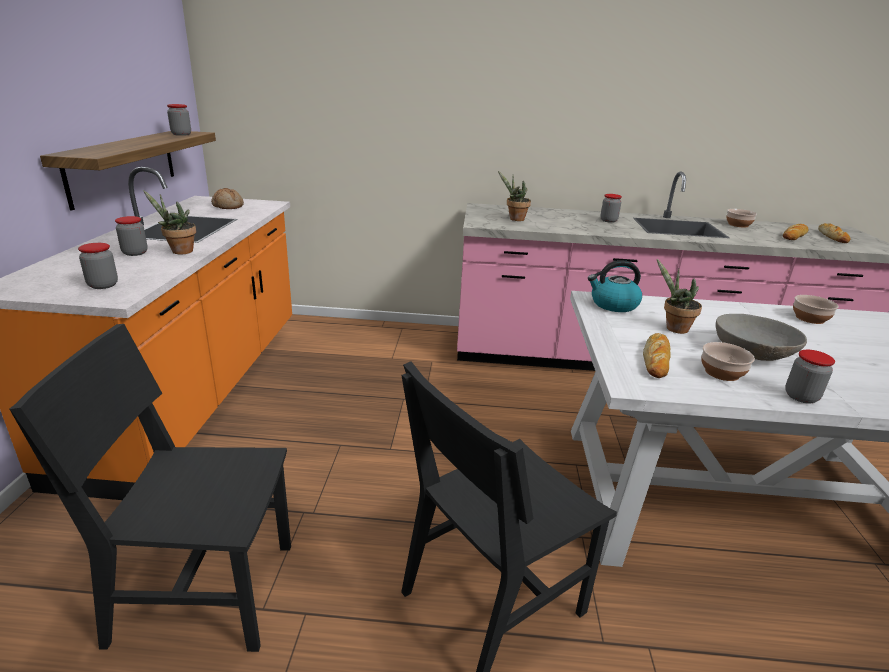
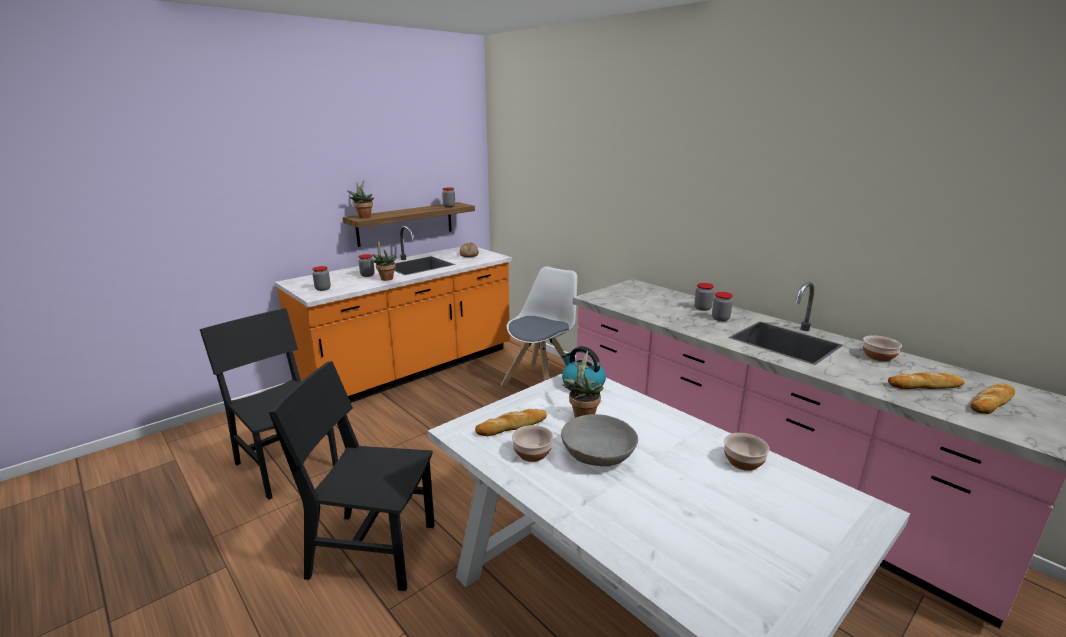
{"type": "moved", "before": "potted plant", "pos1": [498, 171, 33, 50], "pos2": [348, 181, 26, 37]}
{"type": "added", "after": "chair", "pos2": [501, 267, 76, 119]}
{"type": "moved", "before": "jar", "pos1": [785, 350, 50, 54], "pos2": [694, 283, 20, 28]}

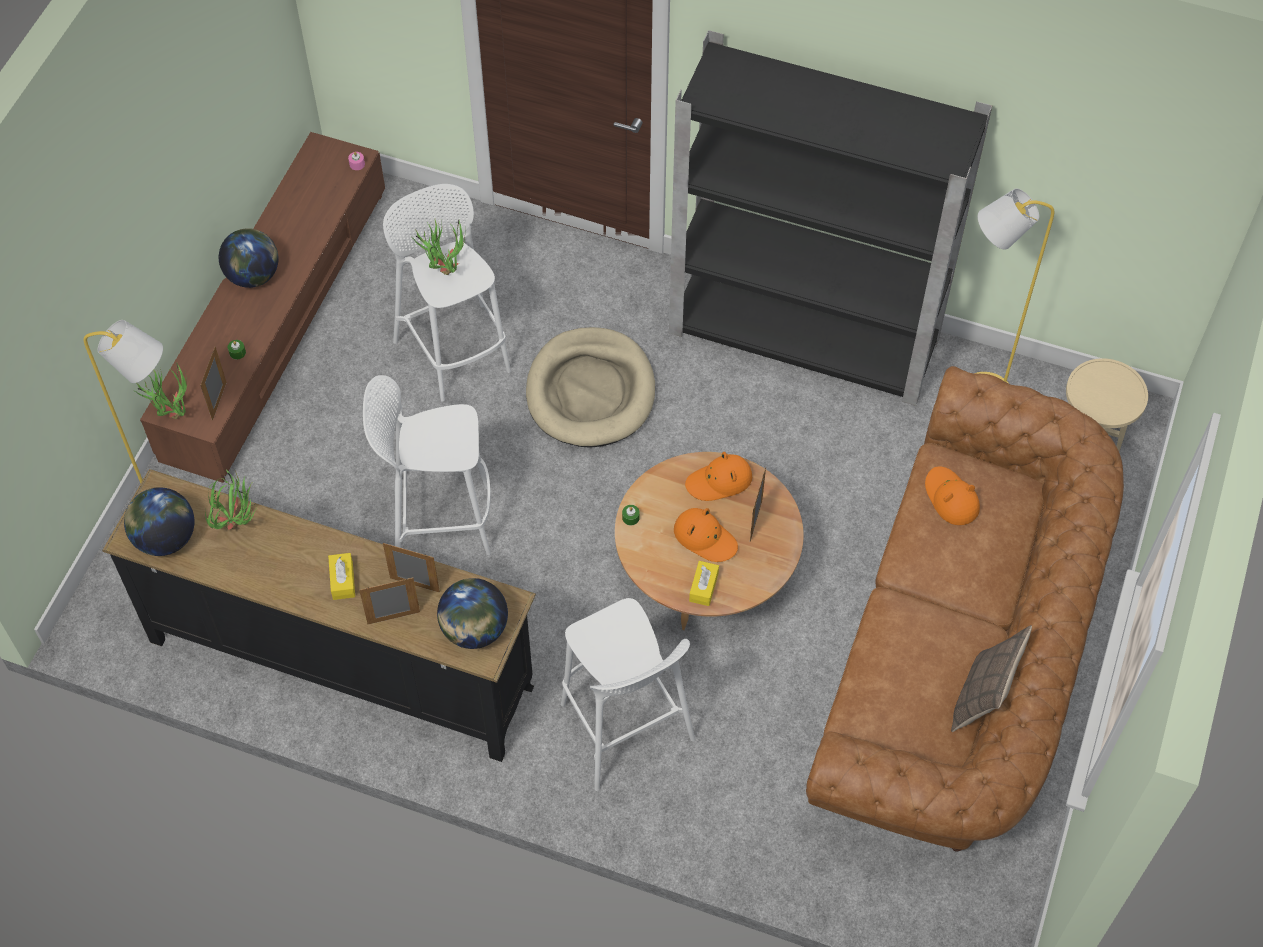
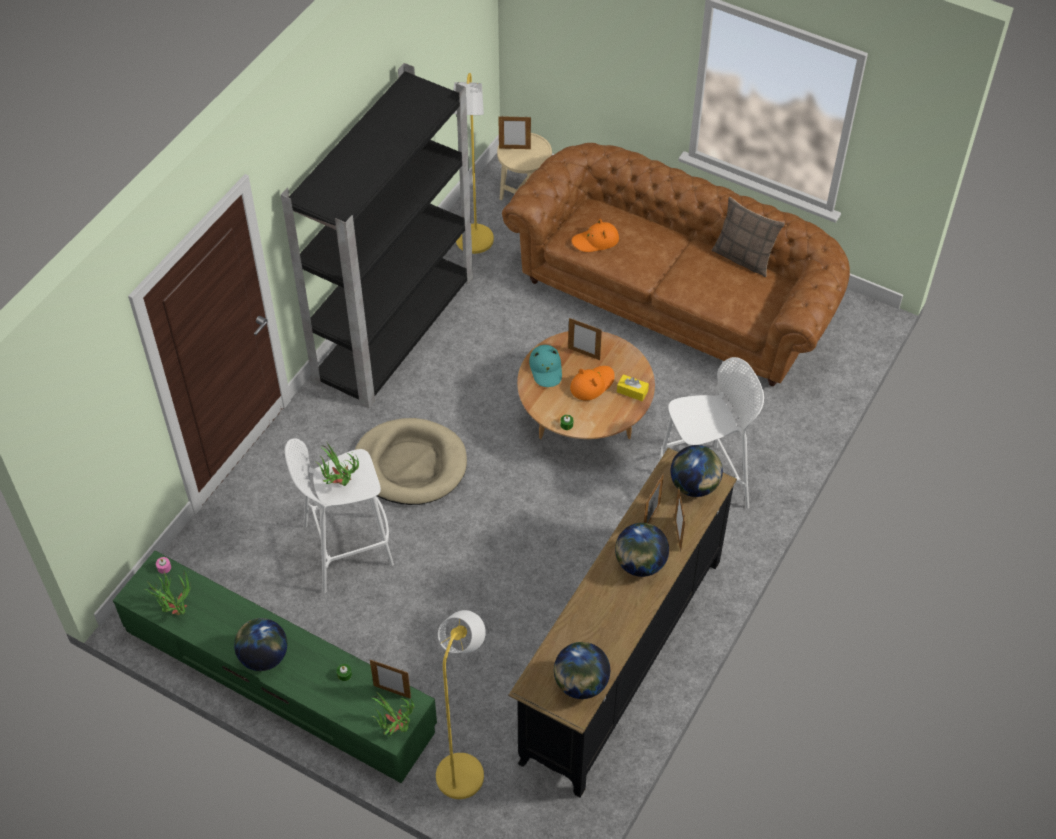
{"type": "recoloured", "before": "brown tv stand", "after": "green tv stand", "pos1": [140, 132, 245, 351], "pos2": [113, 551, 324, 232]}
{"type": "moved", "before": "potted plant", "pos1": [205, 470, 52, 60], "pos2": [145, 570, 46, 45]}
{"type": "added", "after": "picture frame", "pos2": [498, 116, 33, 33]}
{"type": "recoloured", "before": "orange hat", "after": "turquoise hat", "pos1": [685, 452, 67, 49], "pos2": [529, 345, 33, 42]}
{"type": "replaced", "before": "yellow tissue box", "after": "globe", "pos1": [328, 553, 27, 47], "pos2": [615, 523, 54, 54]}
{"type": "removed", "before": "white stool", "pos1": [363, 375, 128, 180]}

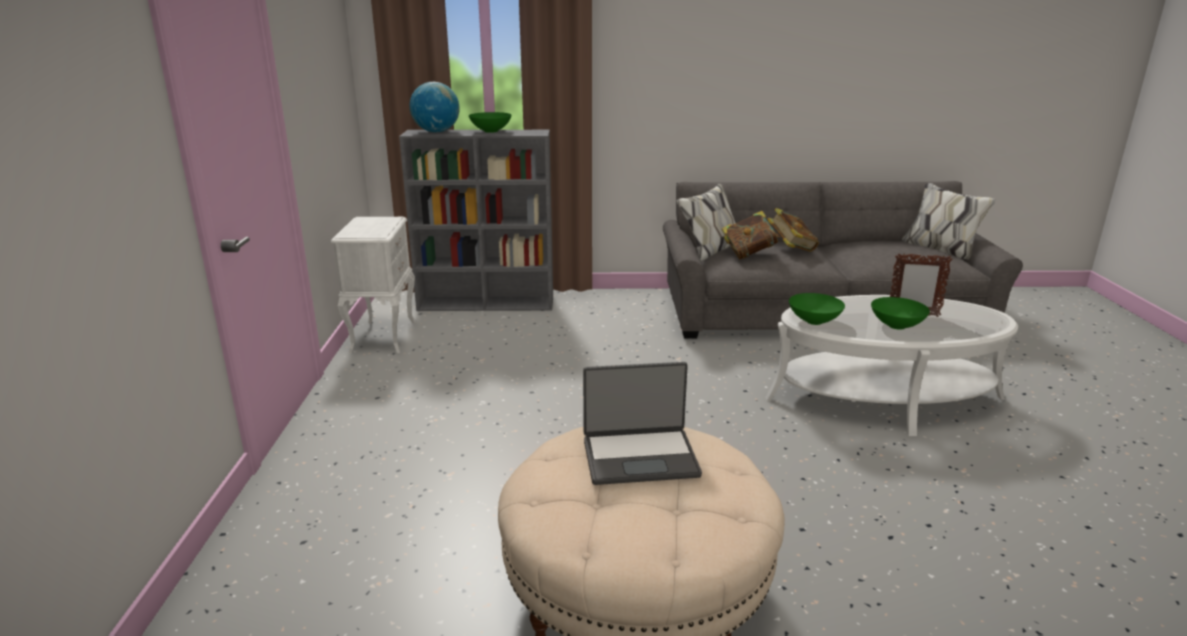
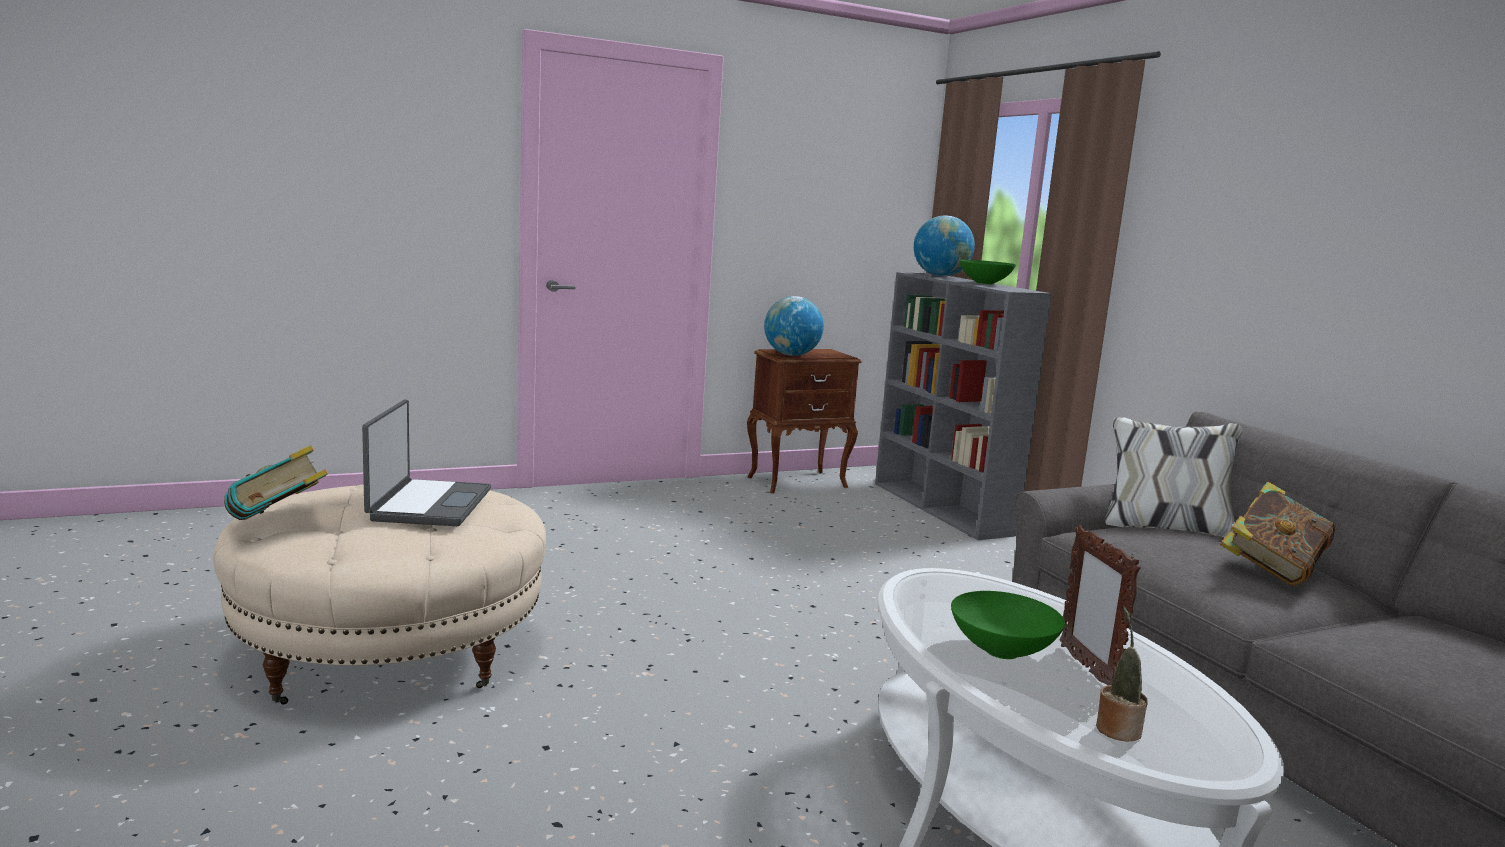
{"type": "moved", "before": "book", "pos1": [722, 211, 58, 48], "pos2": [224, 445, 104, 75]}
{"type": "turned", "before": "laptop", "pos1": [583, 362, 119, 123], "pos2": [362, 399, 129, 127], "turn": -150}
{"type": "recoloured", "before": "white nightstand", "after": "brown nightstand", "pos1": [331, 217, 85, 137], "pos2": [747, 349, 115, 145]}
{"type": "added", "after": "globe", "pos2": [764, 296, 60, 60]}
{"type": "added", "after": "potted plant", "pos2": [1096, 606, 52, 135]}
{"type": "removed", "before": "green bowl", "pos1": [789, 293, 56, 32]}

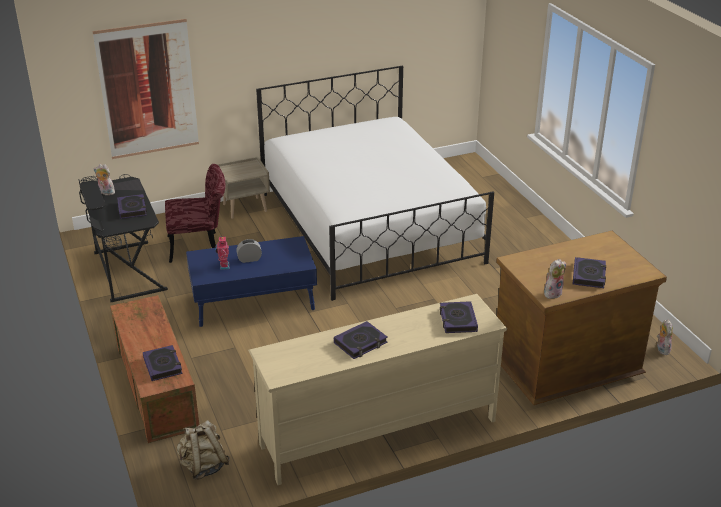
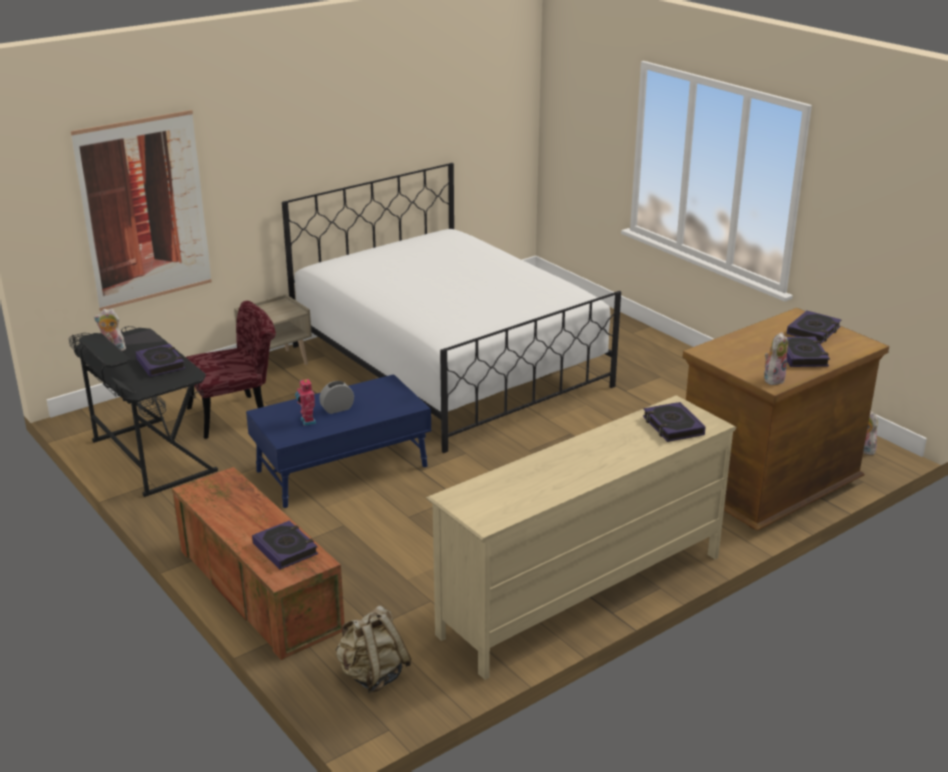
{"type": "moved", "before": "book", "pos1": [334, 321, 54, 38], "pos2": [787, 311, 54, 33]}

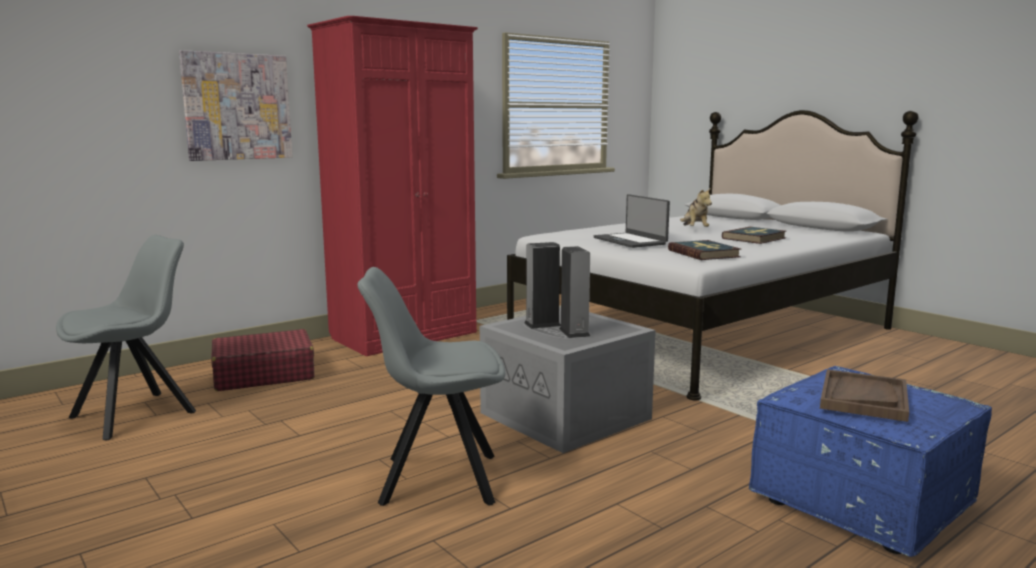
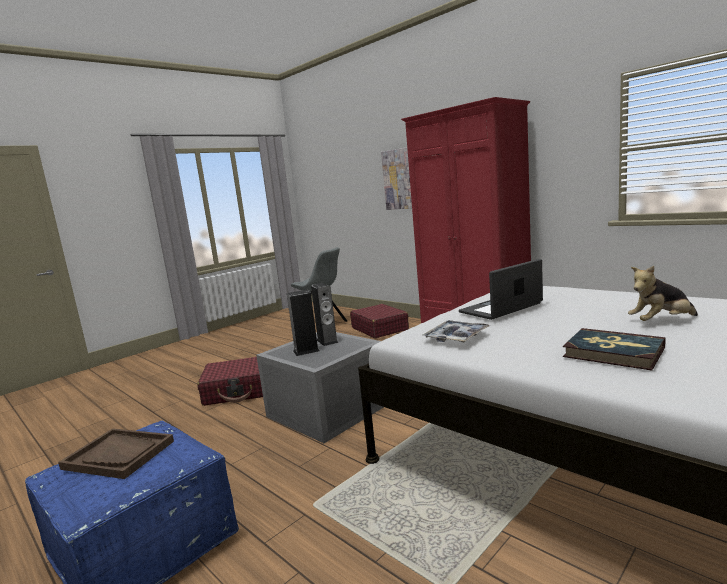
{"type": "replaced", "before": "grey chair", "after": "red suitcase", "pos1": [357, 267, 148, 239], "pos2": [197, 357, 66, 49]}
{"type": "replaced", "before": "book", "after": "tray", "pos1": [668, 240, 73, 20], "pos2": [422, 320, 68, 22]}

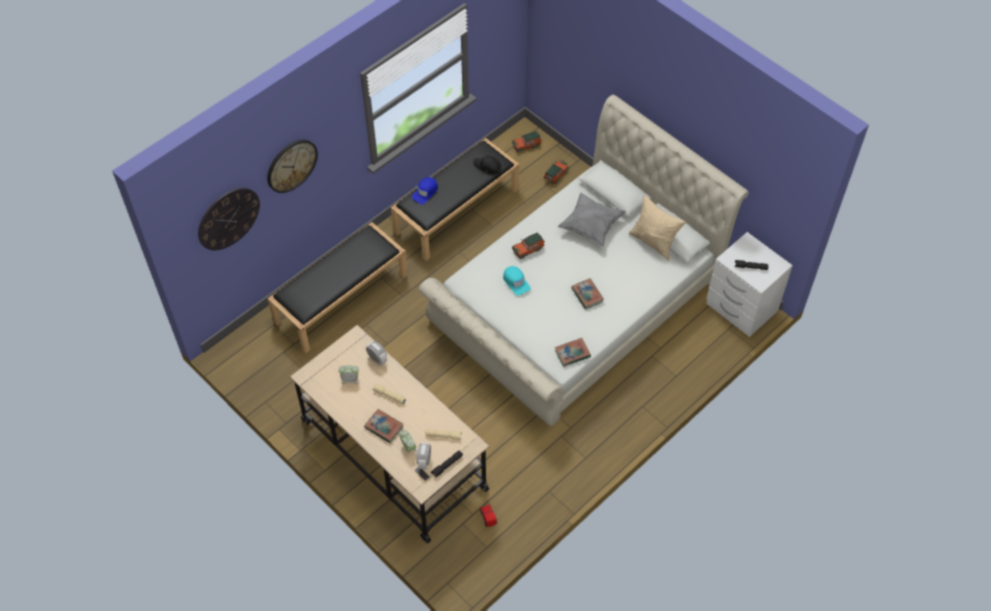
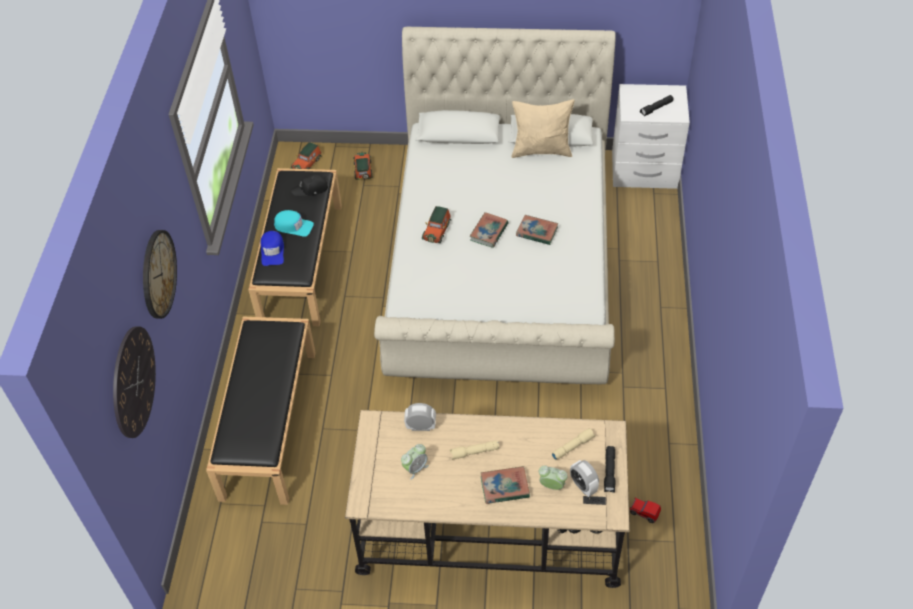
{"type": "moved", "before": "turquoise cap", "pos1": [503, 266, 28, 30], "pos2": [274, 210, 40, 27]}
{"type": "moved", "before": "book", "pos1": [555, 338, 36, 29], "pos2": [470, 212, 39, 36]}
{"type": "removed", "before": "grey pillow", "pos1": [558, 193, 68, 54]}

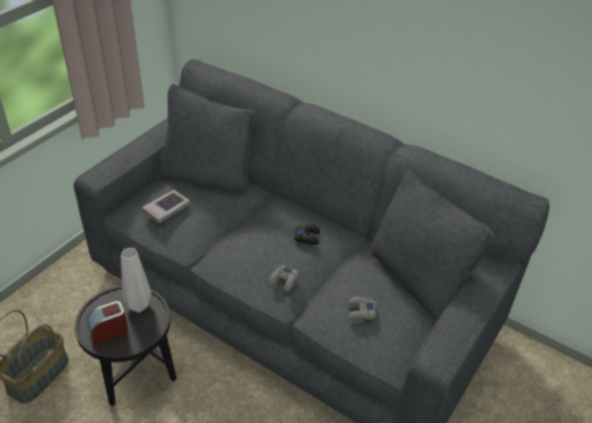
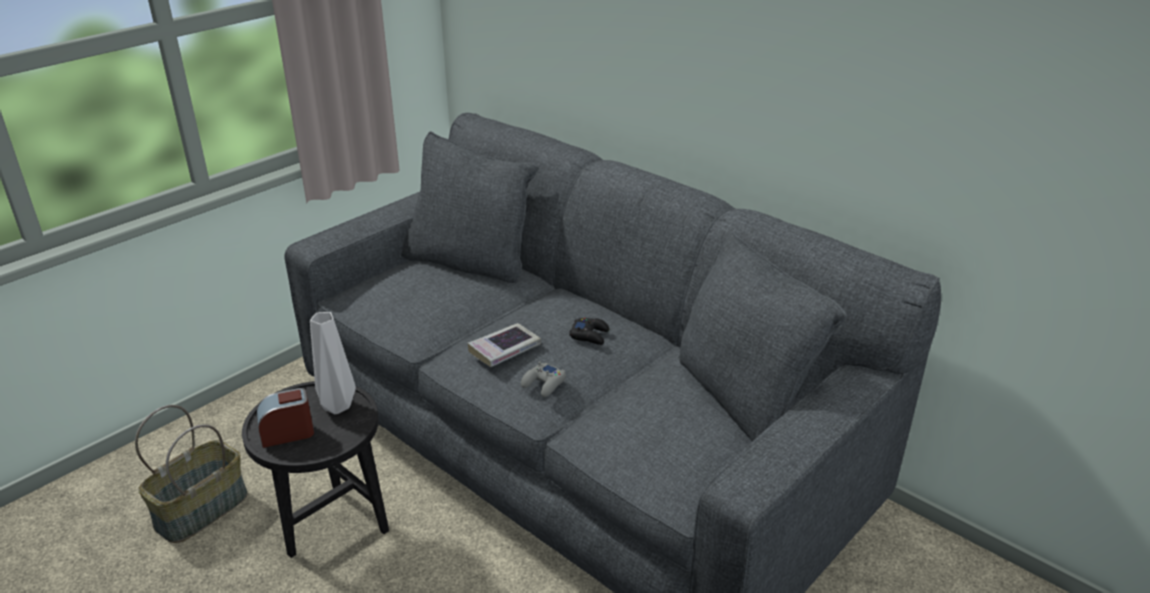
{"type": "moved", "before": "book", "pos1": [142, 190, 49, 33], "pos2": [468, 323, 73, 44]}
{"type": "removed", "before": "grey game controller", "pos1": [348, 297, 28, 23]}

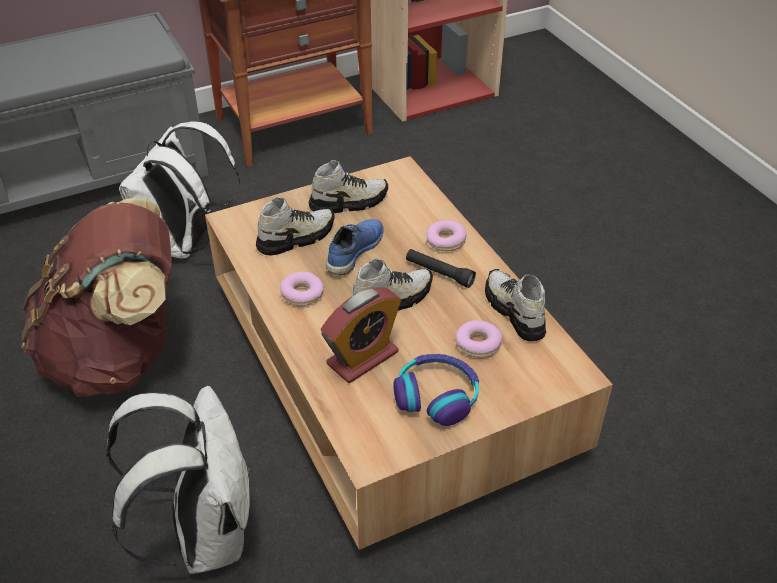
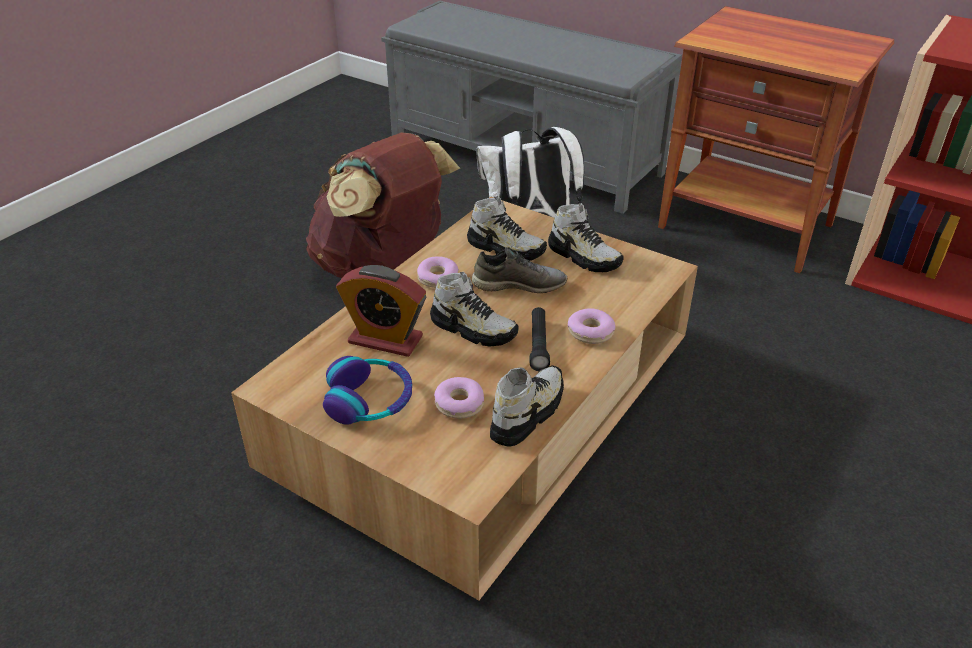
{"type": "recoloured", "before": "blue shoe", "after": "grey shoe", "pos1": [326, 219, 58, 56], "pos2": [472, 247, 95, 46]}
{"type": "removed", "before": "white backpack", "pos1": [106, 386, 144, 188]}

